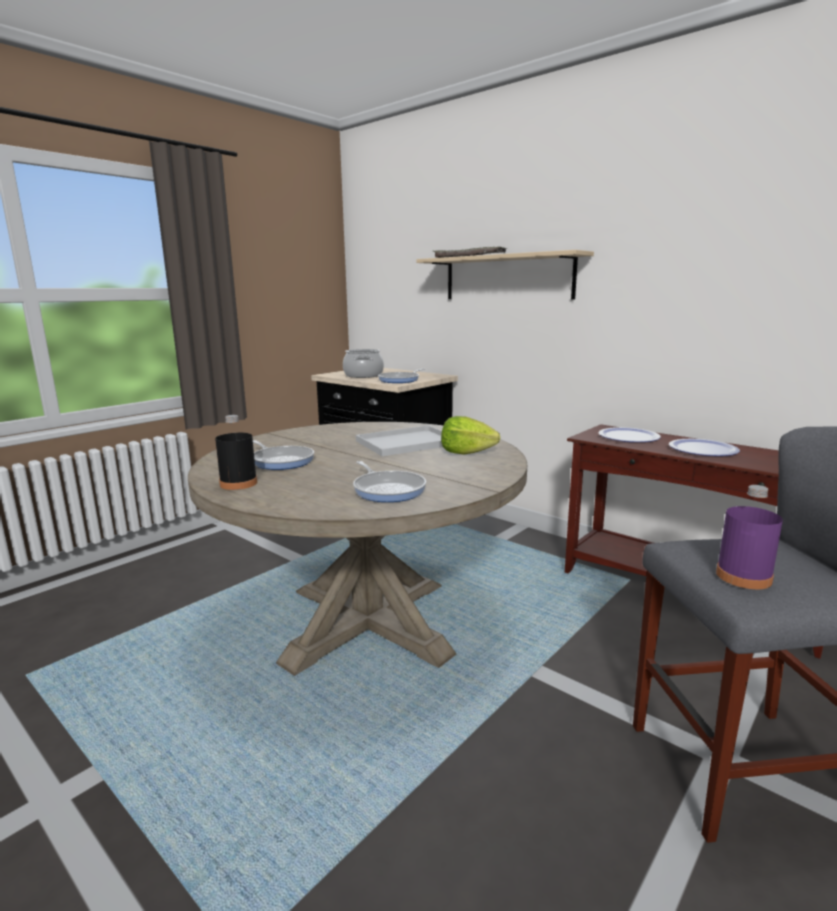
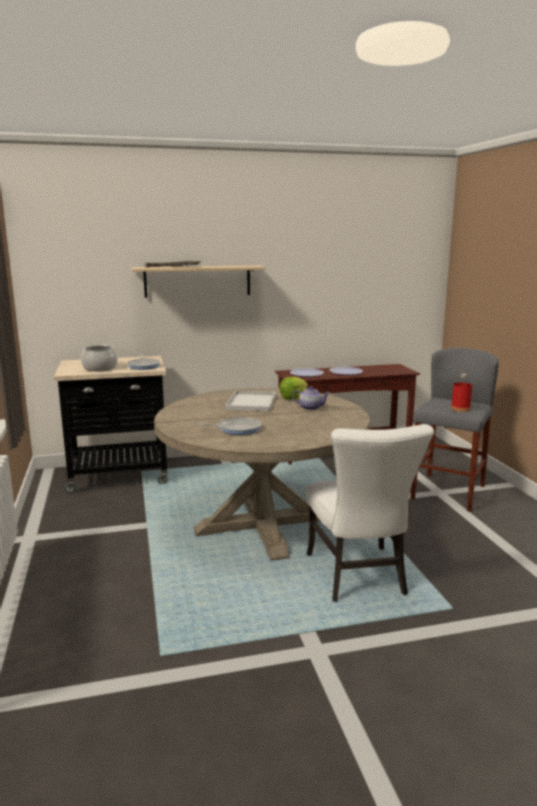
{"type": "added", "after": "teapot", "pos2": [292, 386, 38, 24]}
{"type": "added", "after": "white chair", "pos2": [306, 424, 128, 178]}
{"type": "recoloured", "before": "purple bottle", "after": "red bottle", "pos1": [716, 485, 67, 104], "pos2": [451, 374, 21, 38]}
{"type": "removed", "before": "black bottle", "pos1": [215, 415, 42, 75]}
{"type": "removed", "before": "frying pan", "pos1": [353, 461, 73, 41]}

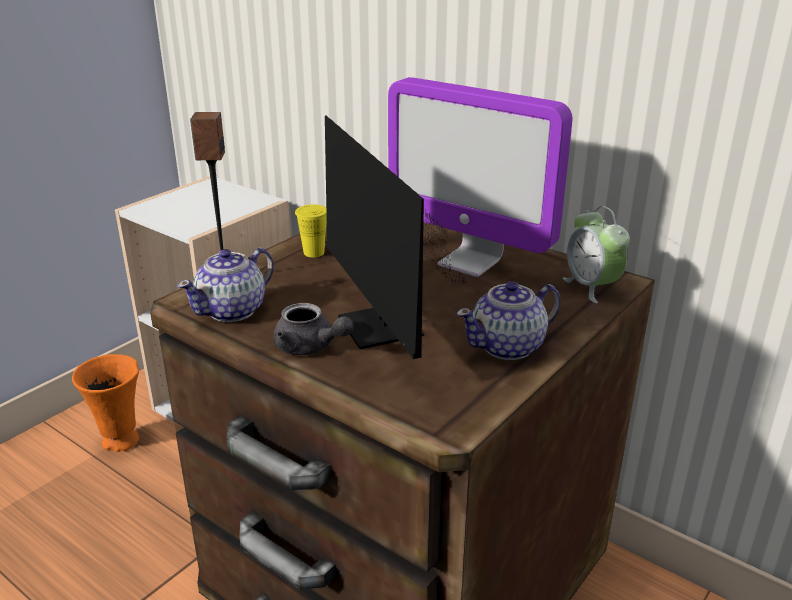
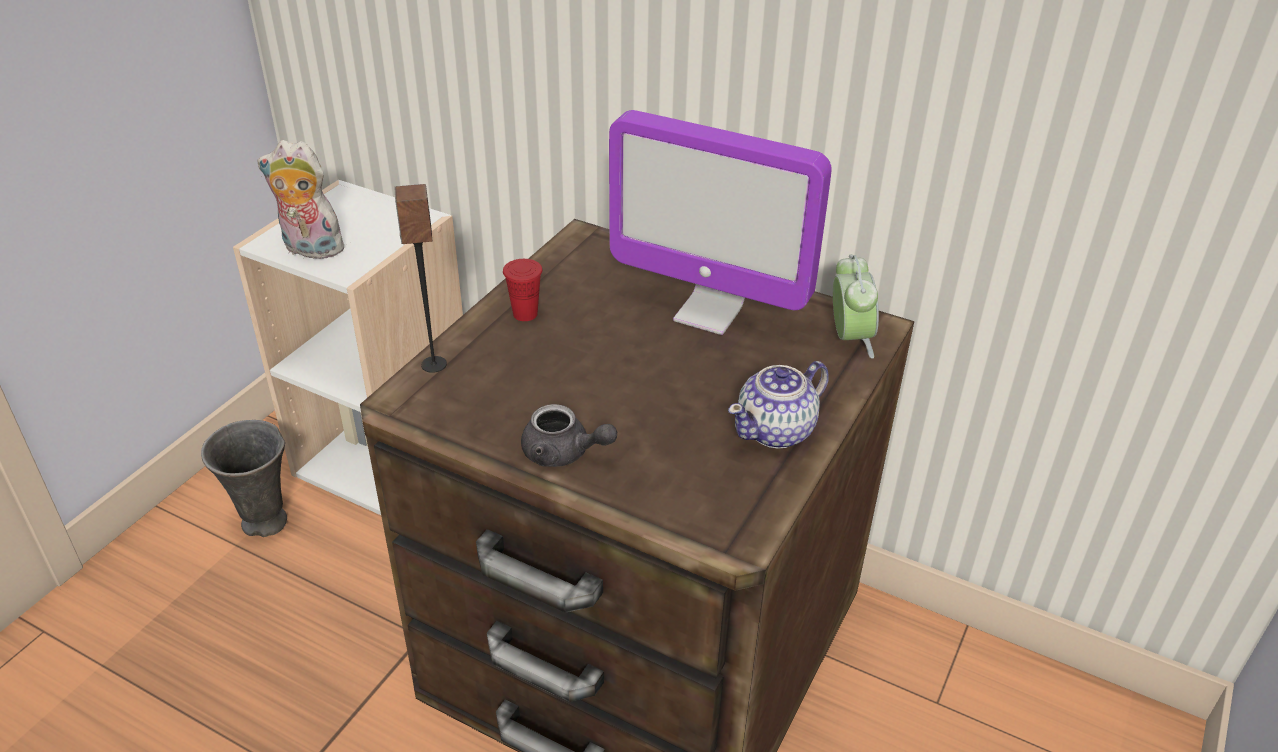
{"type": "recoloured", "before": "orange vase", "after": "grey vase", "pos1": [72, 354, 67, 98], "pos2": [201, 420, 86, 117]}
{"type": "added", "after": "plush toy", "pos2": [257, 140, 93, 119]}
{"type": "recoloured", "before": "yellow cup", "after": "red cup", "pos1": [295, 204, 32, 53], "pos2": [503, 259, 40, 62]}
{"type": "turned", "before": "alarm clock", "pos1": [562, 206, 68, 97], "pos2": [833, 254, 46, 104], "turn": -150}
{"type": "removed", "before": "teapot", "pos1": [177, 248, 97, 74]}
{"type": "removed", "before": "monitor", "pos1": [325, 116, 141, 243]}

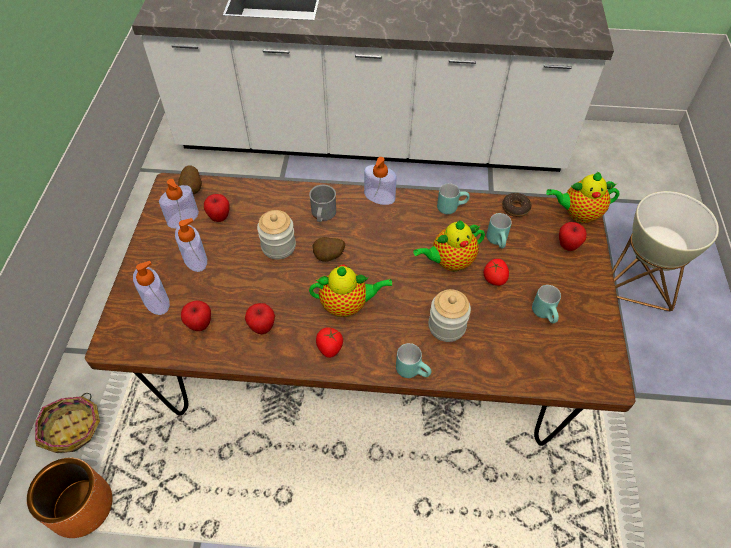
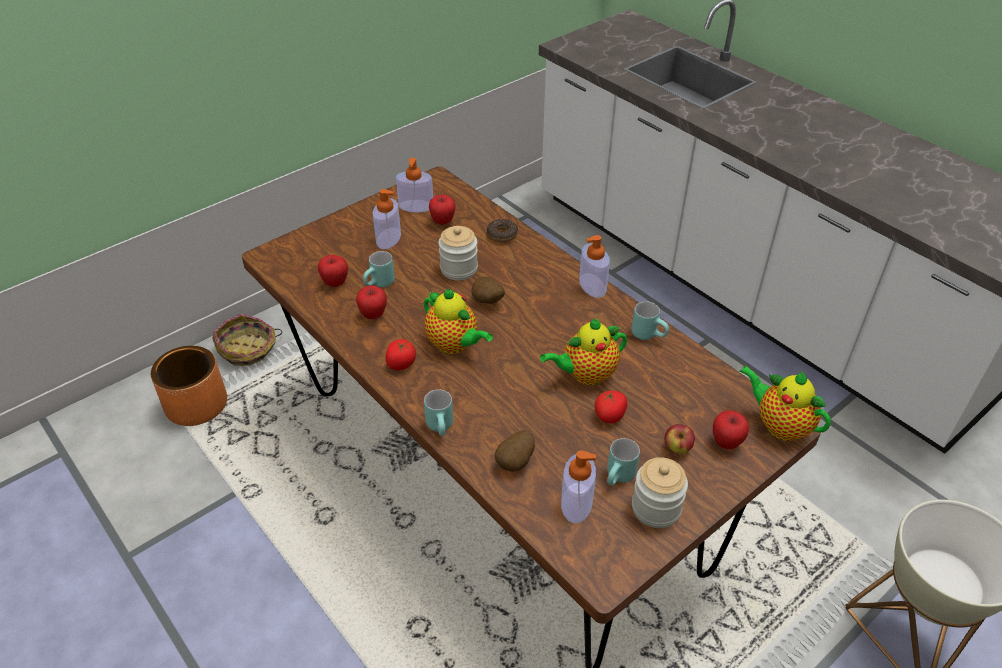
{"type": "moved", "before": "turquoise mug", "pos1": [487, 213, 25, 35], "pos2": [363, 251, 32, 36]}
{"type": "moved", "before": "donut", "pos1": [502, 193, 30, 24], "pos2": [487, 219, 31, 23]}
{"type": "moved", "before": "potato", "pos1": [178, 165, 24, 30], "pos2": [495, 430, 40, 42]}
{"type": "turned", "before": "teapot", "pos1": [413, 220, 72, 51], "pos2": [540, 318, 87, 67], "turn": -45}
{"type": "moved", "before": "soap dispenser", "pos1": [133, 261, 37, 54], "pos2": [561, 450, 35, 73]}
{"type": "moved", "before": "jar", "pos1": [428, 289, 43, 53], "pos2": [632, 457, 56, 71]}
{"type": "added", "after": "apple", "pos2": [664, 424, 31, 29]}
{"type": "removed", "before": "grey mug", "pos1": [309, 185, 27, 37]}

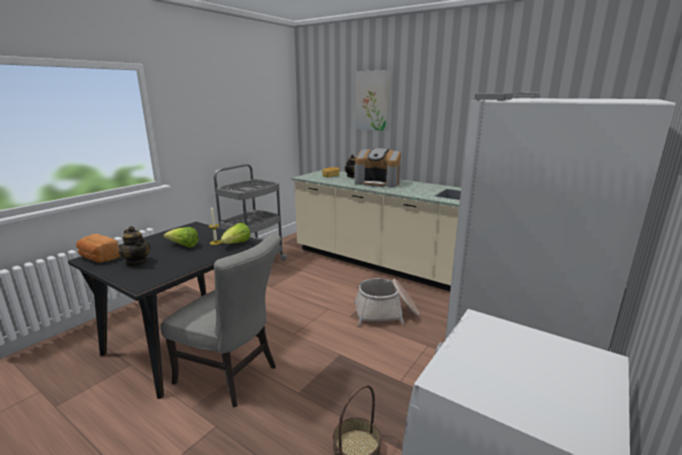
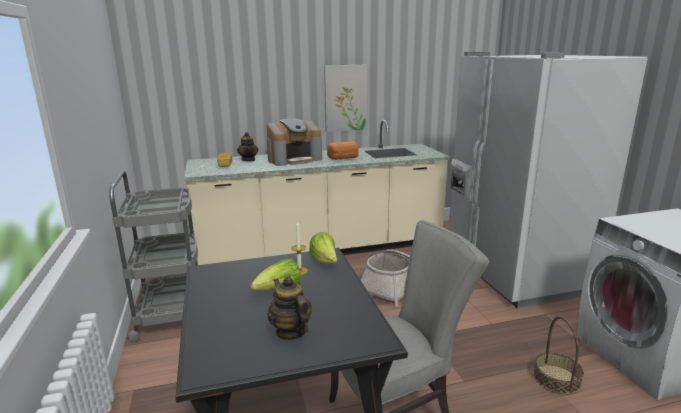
{"type": "turned", "before": "teapot", "pos1": [119, 226, 32, 40], "pos2": [267, 276, 45, 65], "turn": -120}
{"type": "moved", "before": "picture", "pos1": [355, 70, 36, 61], "pos2": [324, 65, 43, 67]}
{"type": "moved", "before": "bread", "pos1": [76, 234, 44, 29], "pos2": [327, 141, 32, 19]}

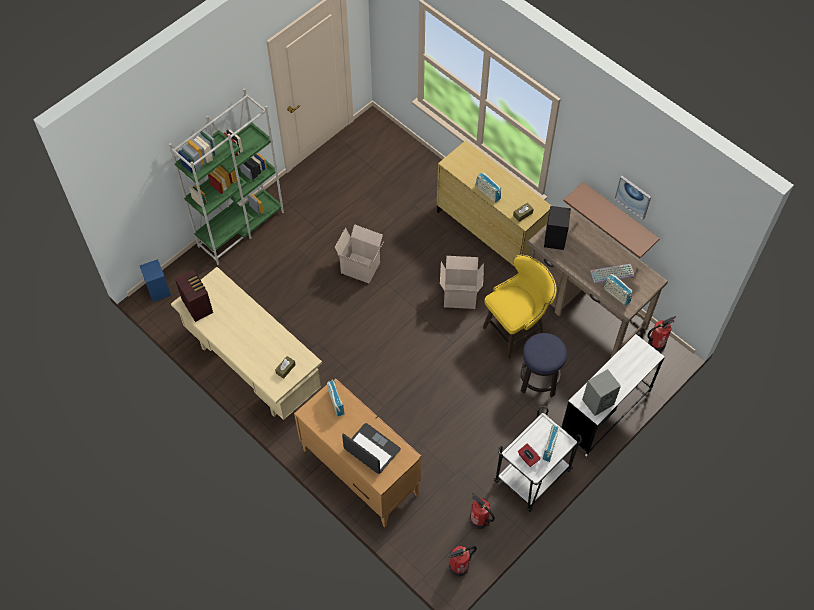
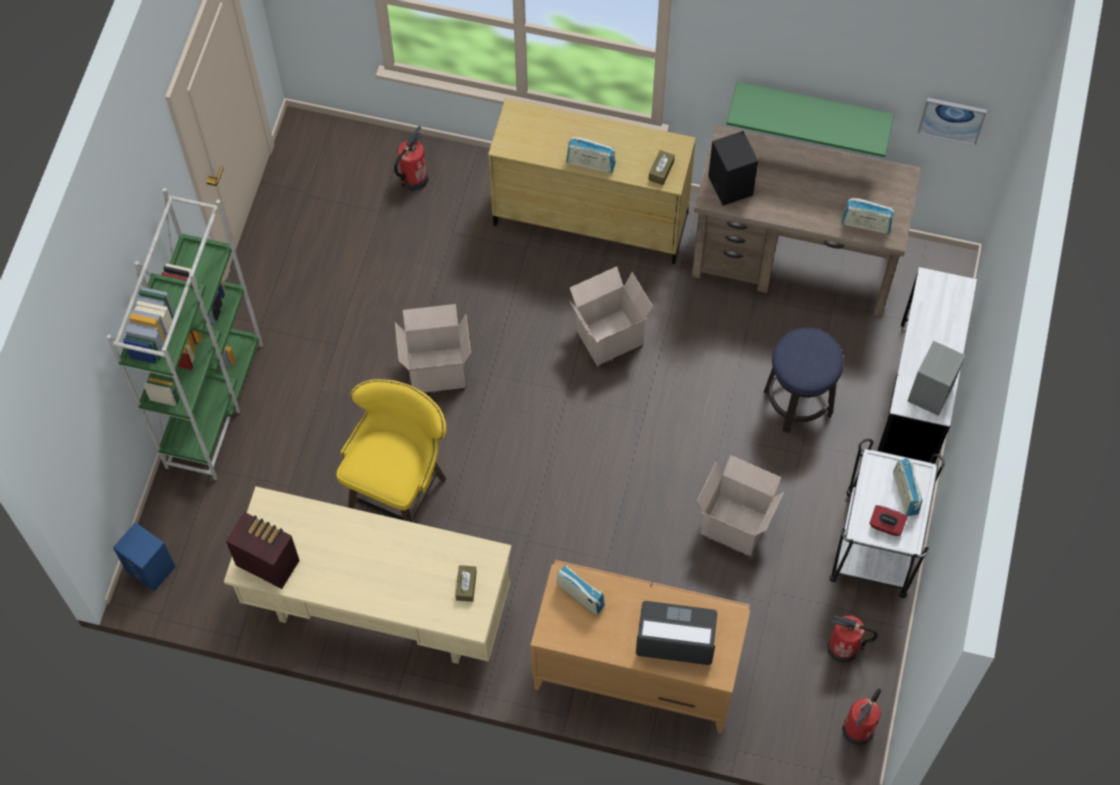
{"type": "moved", "before": "yellow stool", "pos1": [482, 255, 75, 104], "pos2": [336, 379, 111, 143]}
{"type": "moved", "before": "fire extinguisher", "pos1": [648, 316, 28, 36], "pos2": [394, 126, 34, 65]}
{"type": "added", "after": "cardboard box", "pos2": [697, 455, 87, 101]}
{"type": "recoloured", "before": "brown shelf", "after": "green shelf", "pos1": [563, 182, 97, 76], "pos2": [727, 82, 167, 75]}
{"type": "moved", "before": "picture", "pos1": [615, 176, 36, 44], "pos2": [918, 98, 69, 47]}
{"type": "removed", "before": "keyboard", "pos1": [590, 264, 45, 19]}

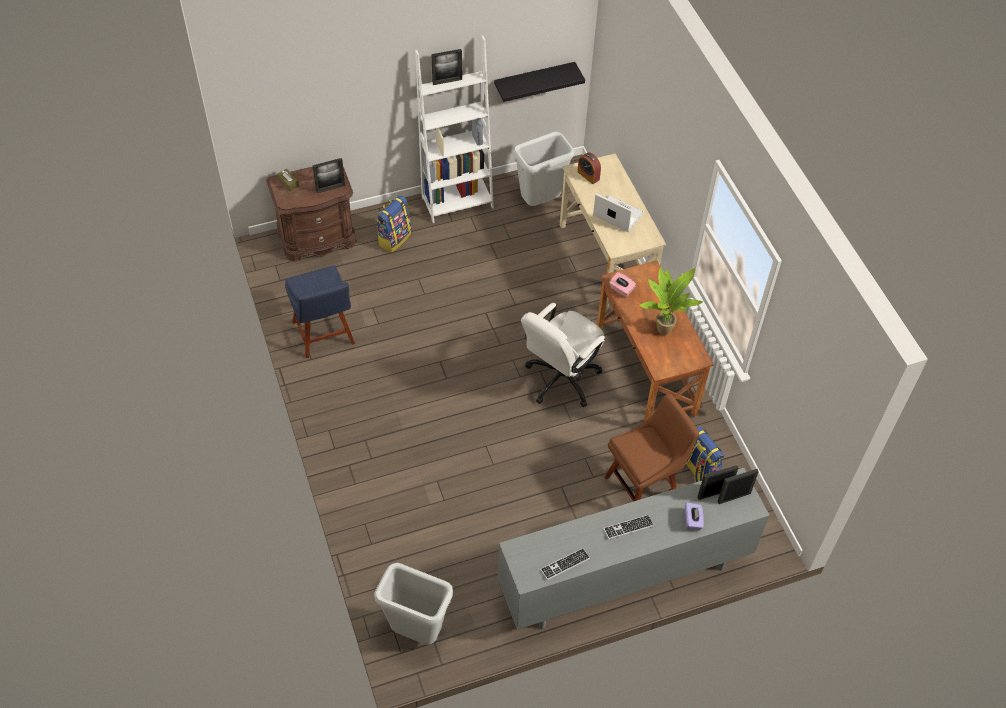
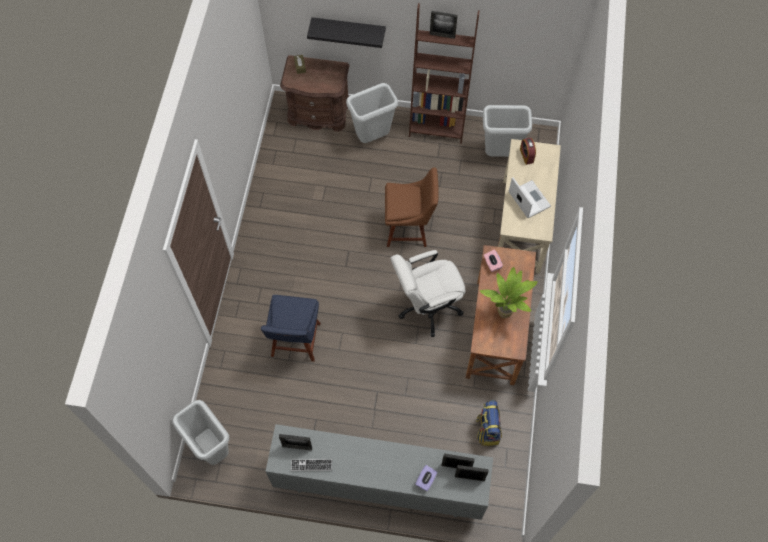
{"type": "moved", "before": "blue chair", "pos1": [285, 266, 70, 92], "pos2": [261, 295, 60, 67]}
{"type": "moved", "before": "picture frame", "pos1": [312, 158, 33, 35], "pos2": [279, 434, 33, 17]}
{"type": "moved", "before": "black shelf", "pos1": [494, 62, 91, 40], "pos2": [307, 17, 79, 31]}
{"type": "replaced", "before": "backpack", "after": "grey trash can", "pos1": [376, 195, 35, 58], "pos2": [346, 83, 52, 60]}
{"type": "moved", "before": "brown chair", "pos1": [604, 394, 95, 108], "pos2": [385, 167, 53, 80]}
{"type": "recoloured", "before": "white bookcase", "after": "brown bookcase", "pos1": [415, 36, 79, 187], "pos2": [409, 3, 71, 141]}
{"type": "removed", "before": "keyboard", "pos1": [603, 515, 51, 24]}

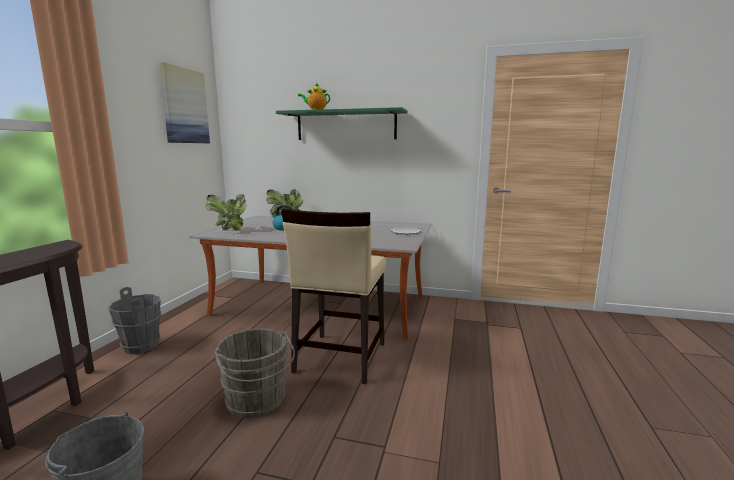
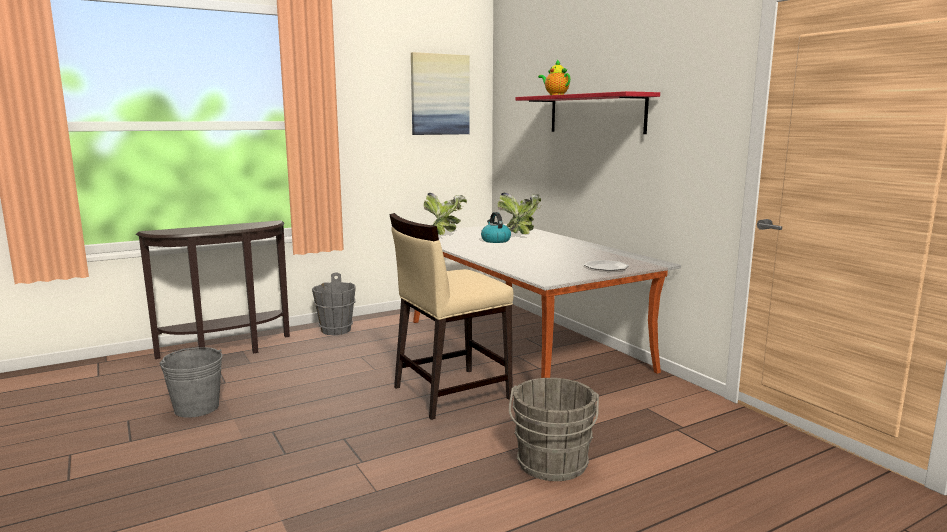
{"type": "moved", "before": "grey bucket", "pos1": [215, 329, 80, 89], "pos2": [509, 378, 90, 103]}
{"type": "recoloured", "before": "green shelf", "after": "red shelf", "pos1": [276, 107, 131, 33], "pos2": [516, 91, 144, 43]}

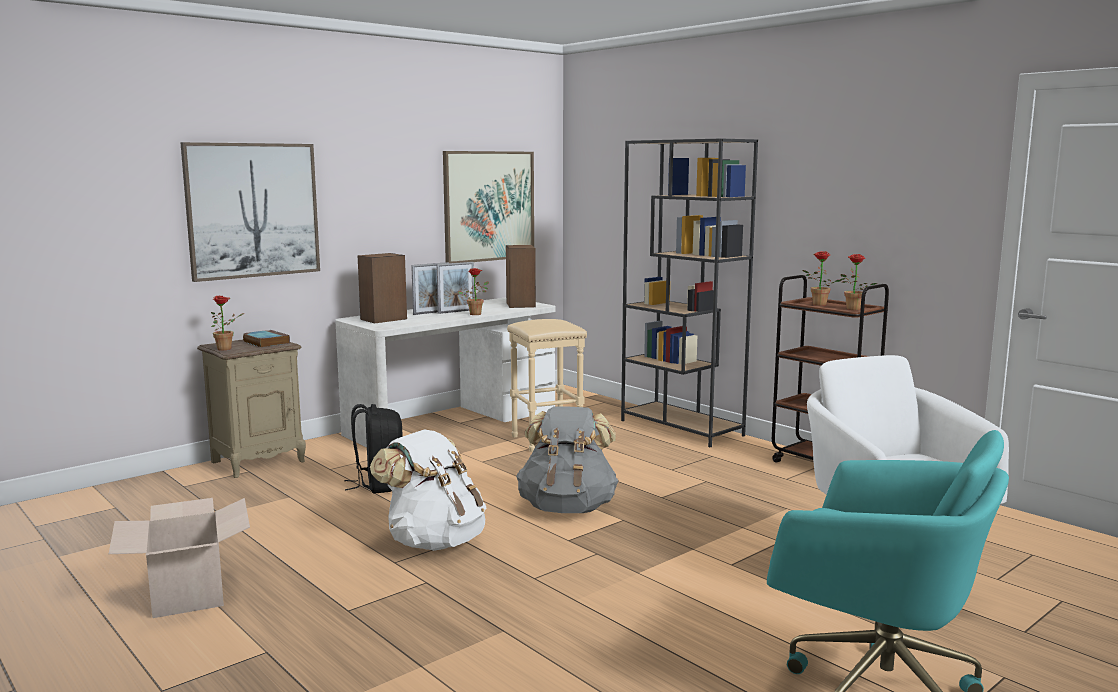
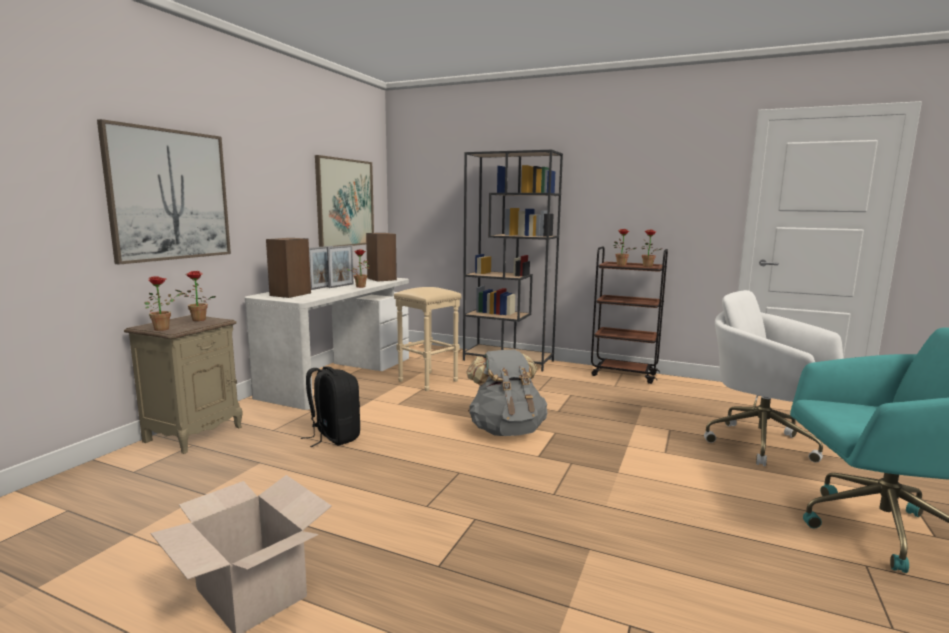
{"type": "replaced", "before": "book", "after": "potted plant", "pos1": [243, 330, 47, 18], "pos2": [175, 271, 41, 50]}
{"type": "removed", "before": "white backpack", "pos1": [370, 429, 116, 122]}

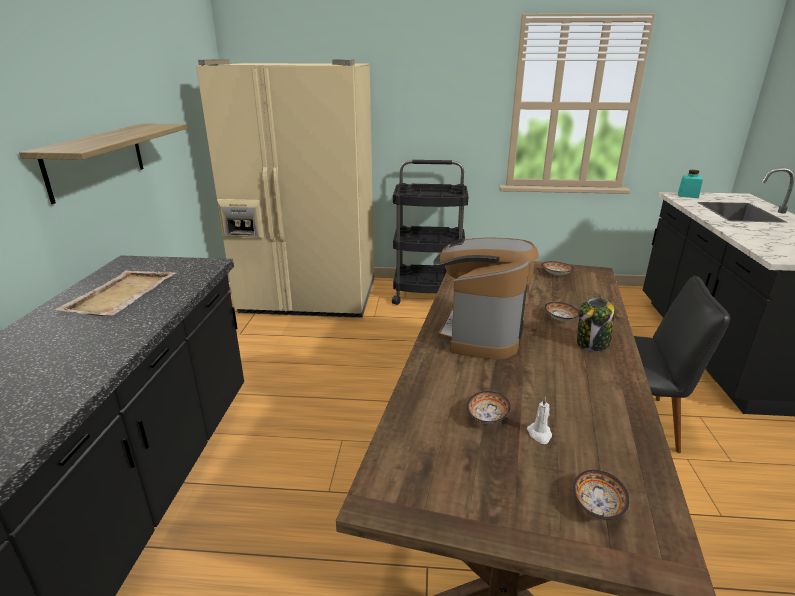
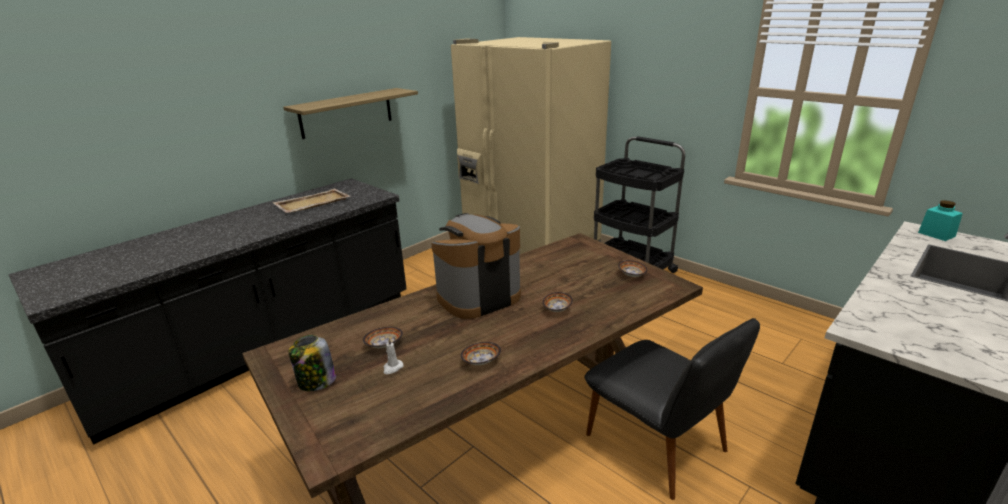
{"type": "moved", "before": "jar", "pos1": [577, 297, 37, 54], "pos2": [289, 335, 47, 56]}
{"type": "moved", "before": "bowl", "pos1": [573, 470, 56, 50], "pos2": [461, 342, 40, 23]}

